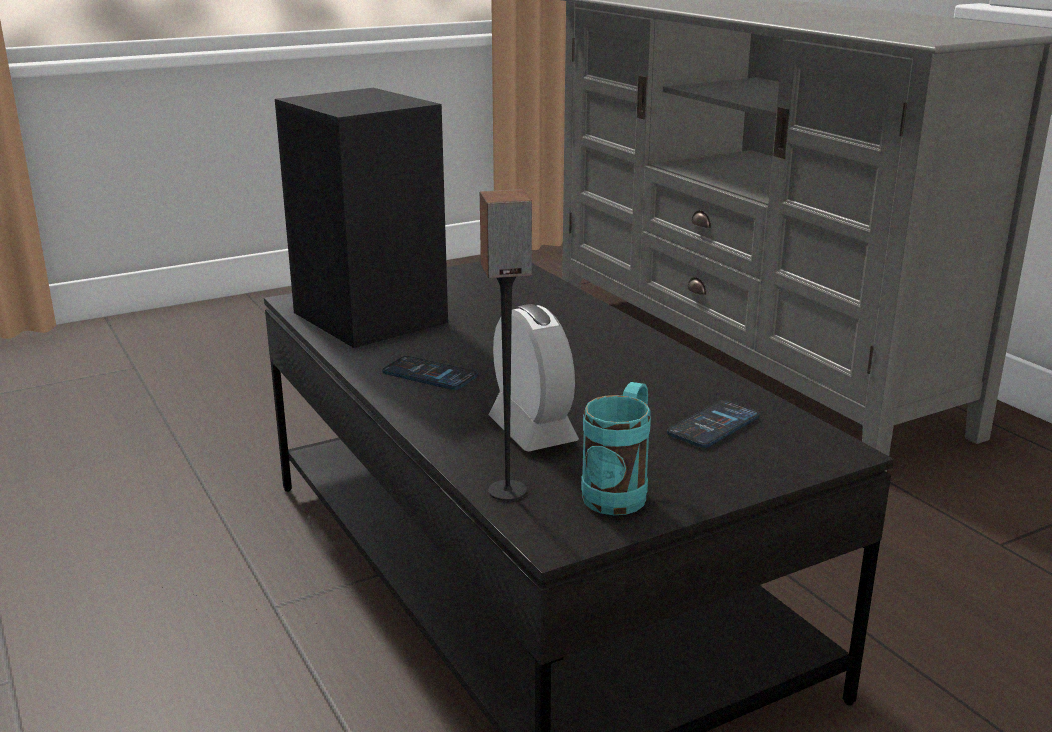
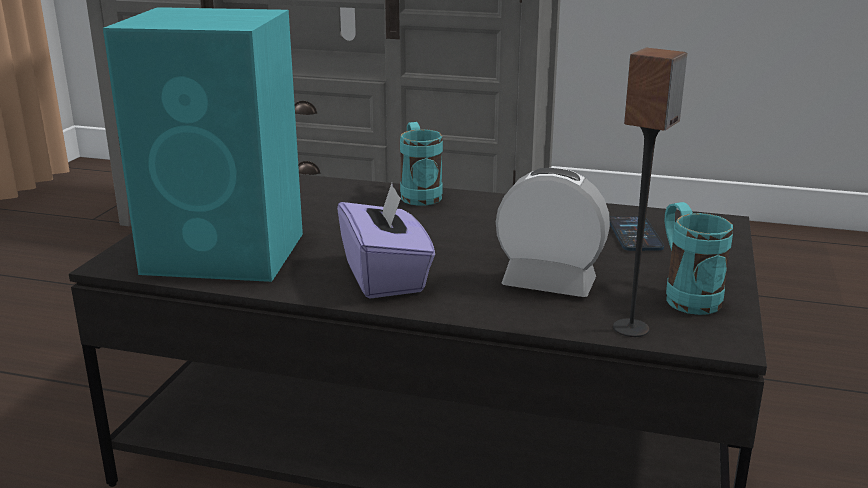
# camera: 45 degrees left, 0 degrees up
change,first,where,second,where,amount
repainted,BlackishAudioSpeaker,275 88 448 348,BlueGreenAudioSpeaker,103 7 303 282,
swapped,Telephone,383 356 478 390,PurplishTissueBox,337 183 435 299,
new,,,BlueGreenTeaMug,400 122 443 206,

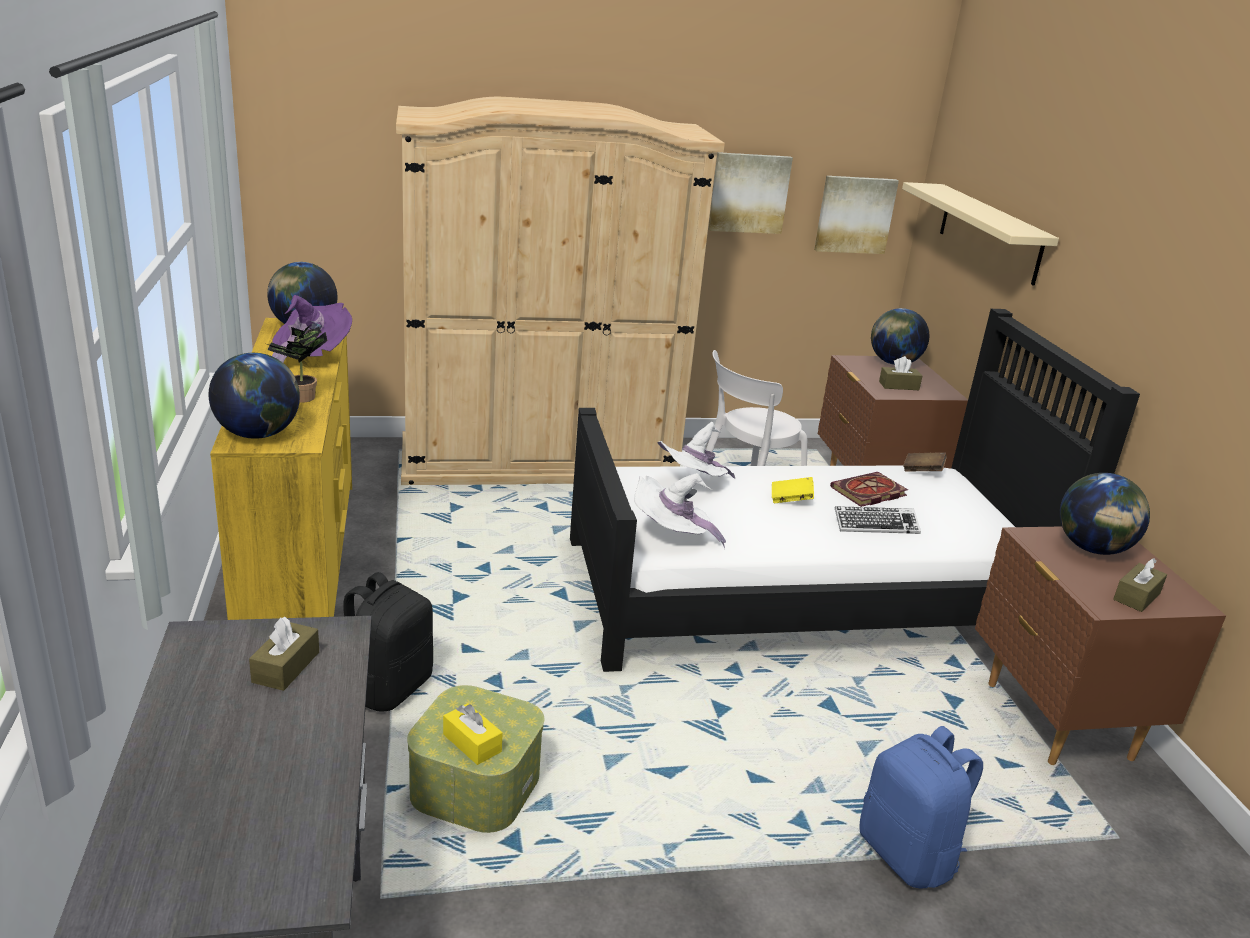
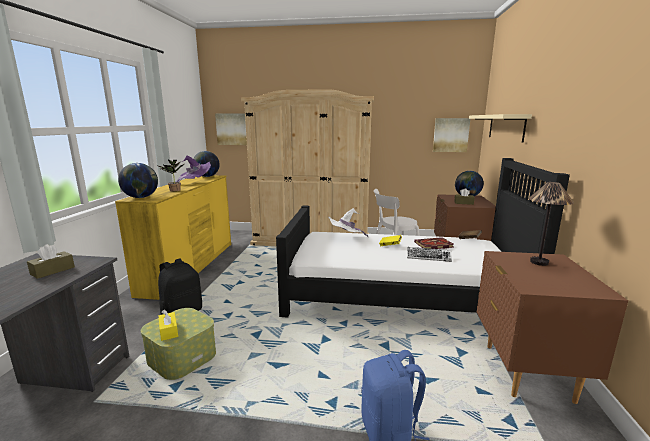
# camera: 20 degrees right, 10 degrees down
change,first,where,second,where,amount
gone,WhiteHat,634 473 726 549,,,
shifted,WallArt,708 152 793 234,,215 114 247 145,
swapped,WorldGlobe,1060 473 1150 555,TableLamp,528 182 574 266,
gone,BrownColouredTissueBox,1113 558 1167 612,,,

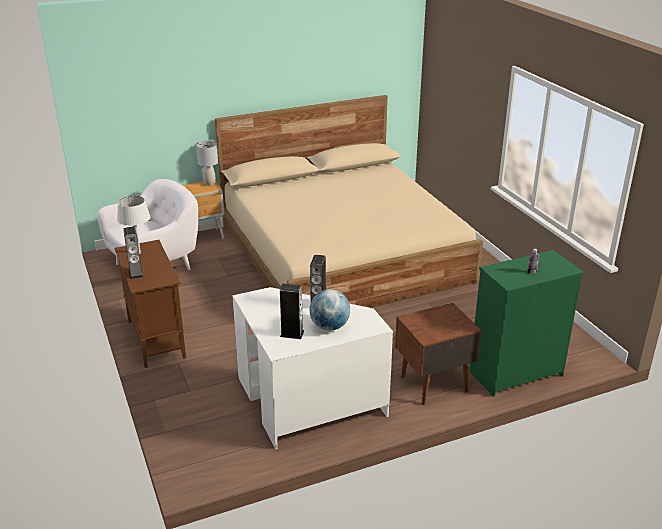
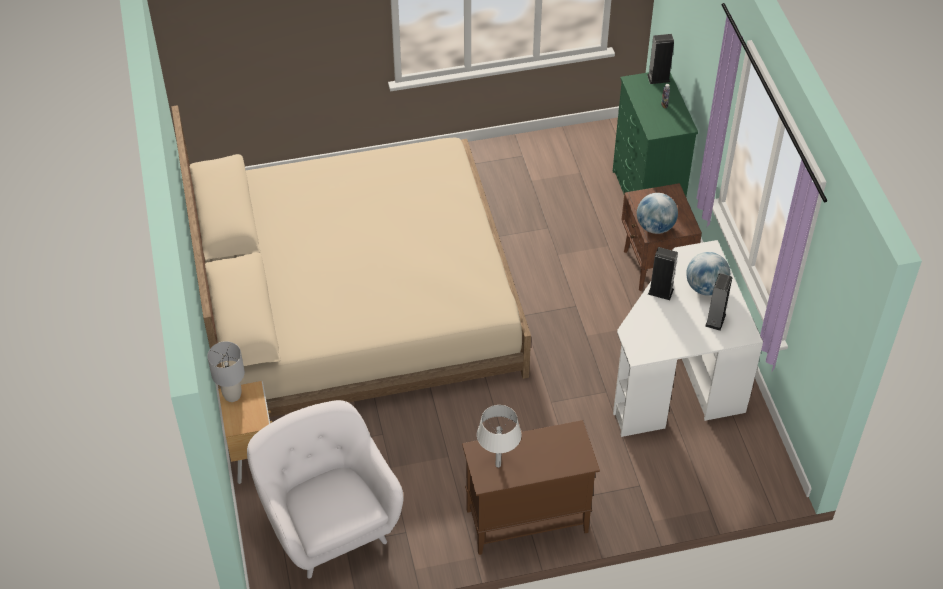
# camera: 80 degrees left, 20 degrees up
change,first,where,second,where,amount
shifted,AudioSpeaker,123 227 143 279,,647 34 674 84,
new,,,WorldGlobe,637 193 678 234,

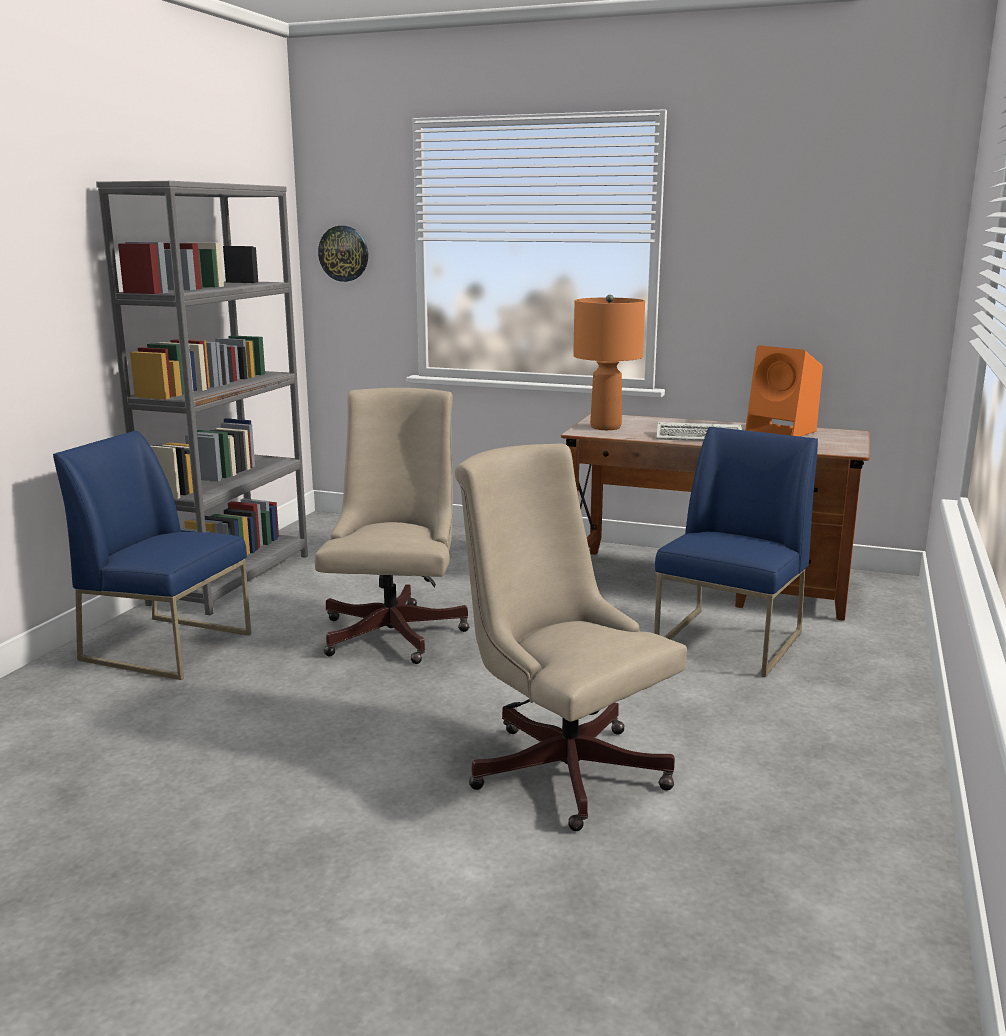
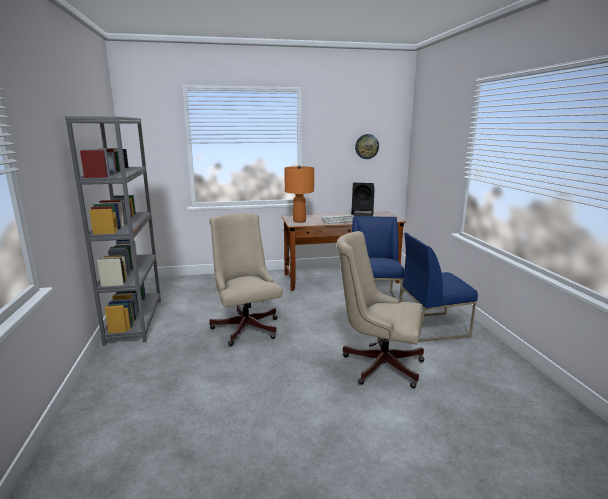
# camera: 30 degrees left, 0 degrees up
change,first,where,second,where,amount
shifted,BluishPlainChair,53 431 251 680,,400 233 478 342,
shifted,HangingClock,318 226 368 282,,355 134 379 159,
repainted,OrangeyAudioSpeaker,745 345 823 437,BlackishAudioSpeaker,351 183 375 217,

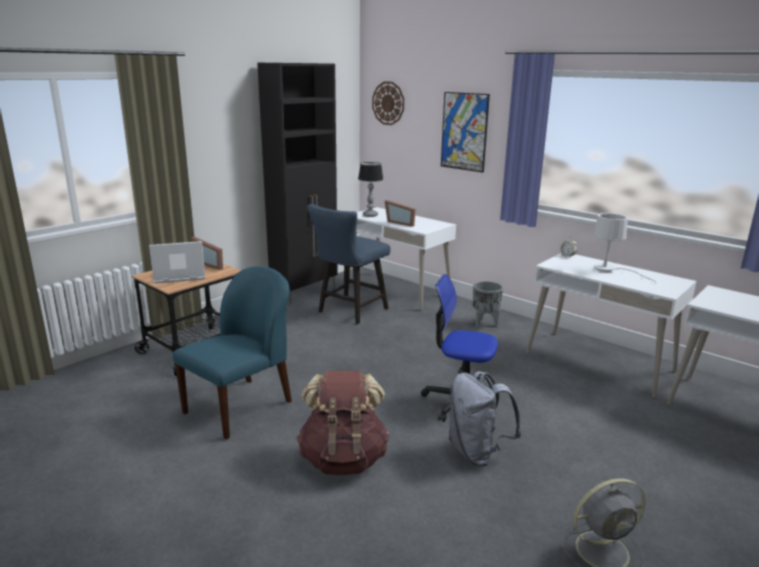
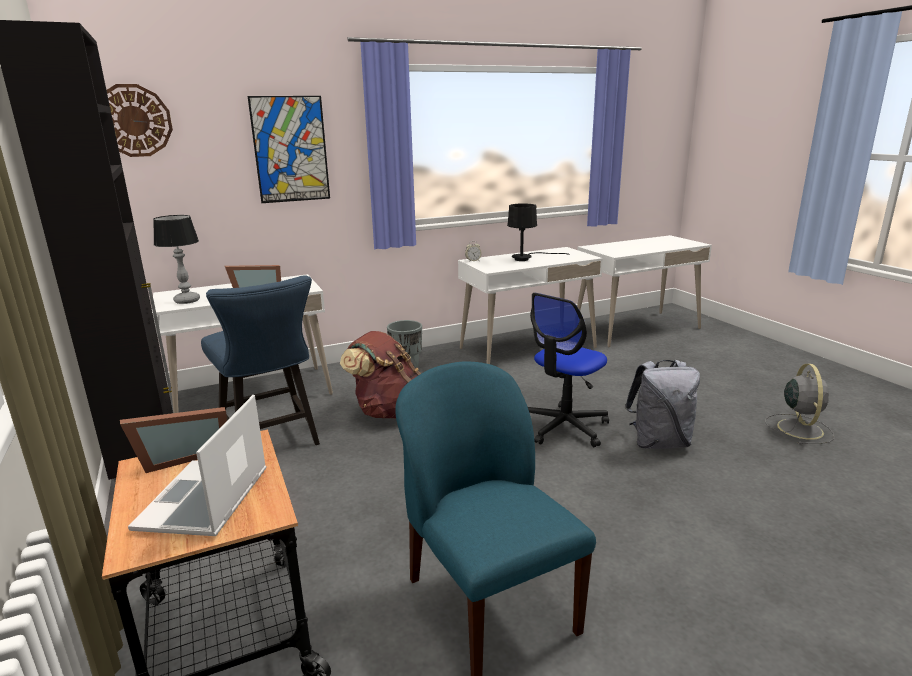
# camera: 65 degrees left, 0 degrees up
change,first,where,second,where,amount
shifted,BrownColouredKnapsack,296 371 390 475,,340 331 421 418,
repainted,WhiteTableLamp,593 213 657 284,BlackishTableLamp,507 203 570 261,

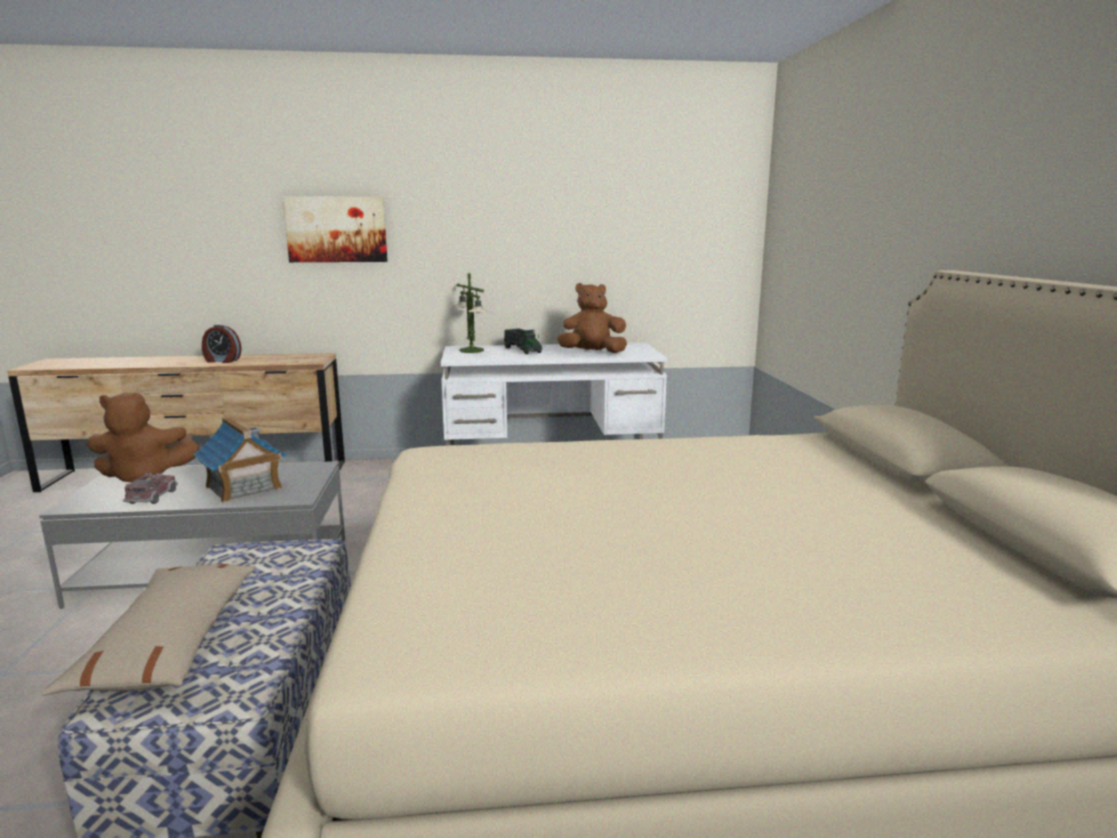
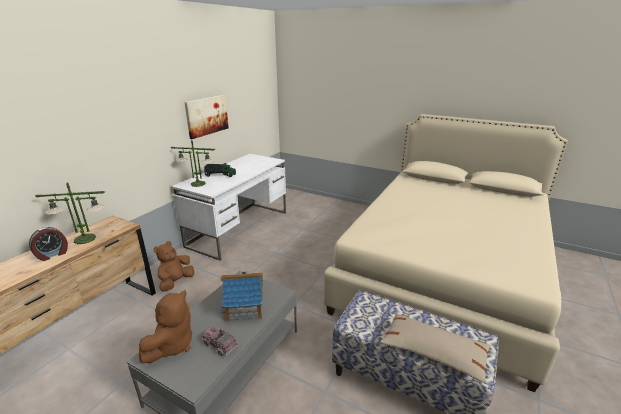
# camera: 55 degrees left, 10 degrees up
change,first,where,second,where,amount
shifted,WallArt,283 196 388 262,,184 95 229 139,
shifted,BrownColouredCuddlyToy,557 283 627 353,,153 241 194 292,
new,,,TableLamp,36 183 105 244,

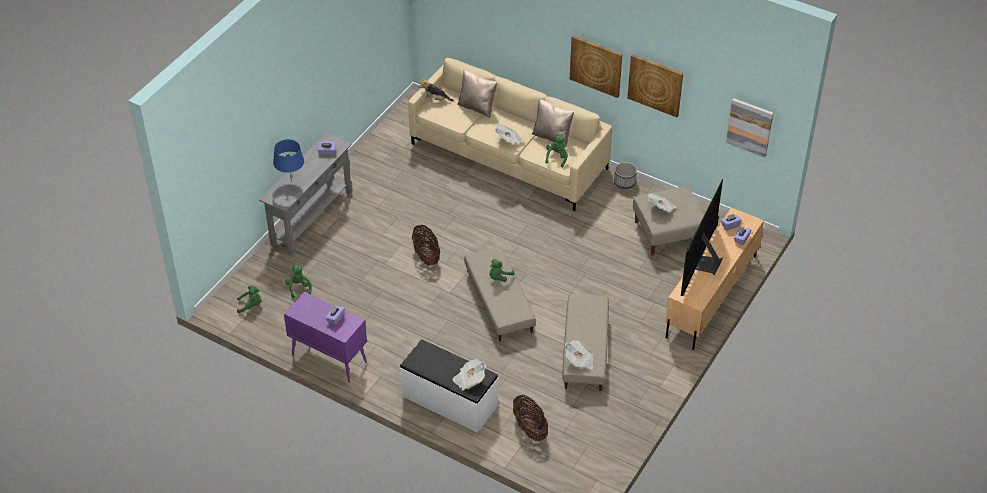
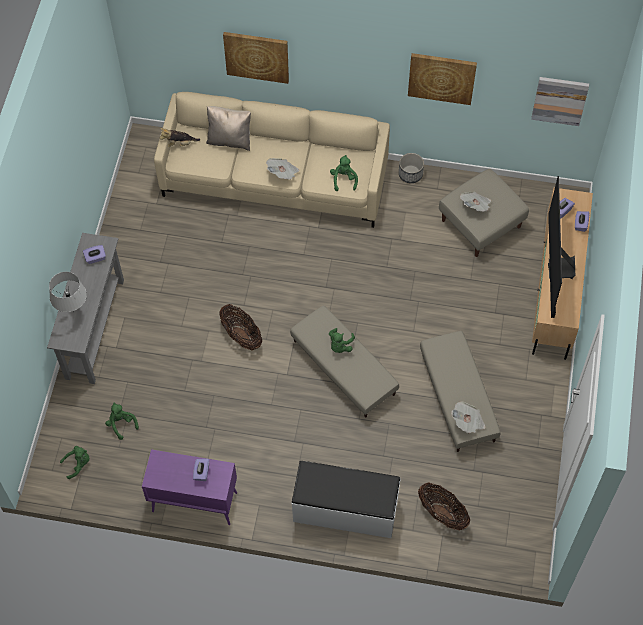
# camera: 20 degrees left, 15 degrees up
change,first,where,second,where,amount
repainted,BluishTableLamp,273 139 304 182,GreyTableLamp,49 272 87 312,
gone,PrintedPaper,453 359 486 390,,,
gone,BeigeThrowPillow,532 99 574 148,,,
shifted,WallArt,570 35 623 98,,223 32 289 84,

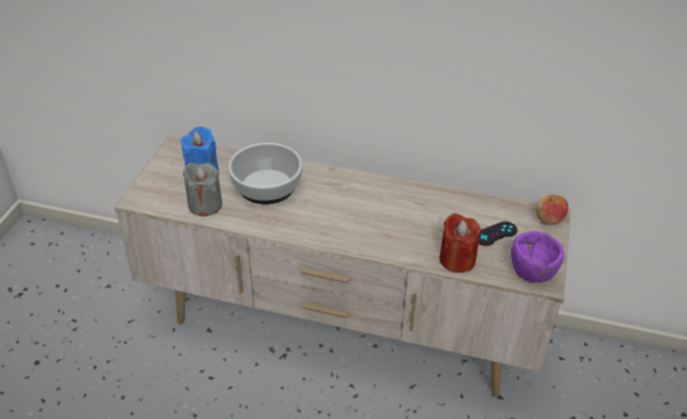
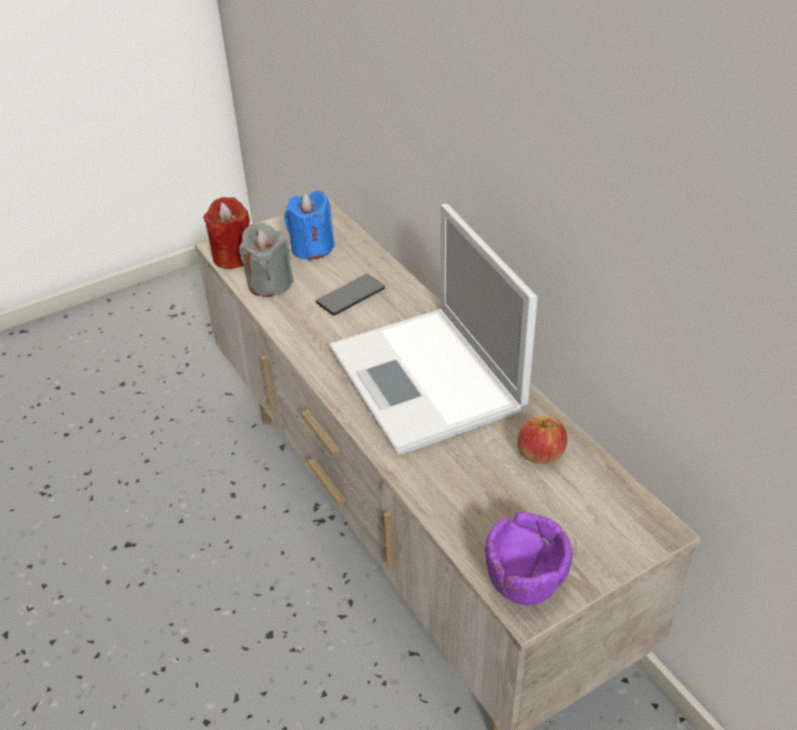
# camera: 45 degrees right, 0 degrees up
change,first,where,second,where,amount
swapped,ServingBowl,228 143 303 204,Telephone,316 274 385 315,
shifted,RedColouredWaxCandle,440 213 481 273,,203 197 250 269,
gone,BlackishJoypad,479 221 517 246,,,
shifted,Apple,536 195 569 225,,517 416 567 464,
new,,,NotebookComputer,329 204 538 455,

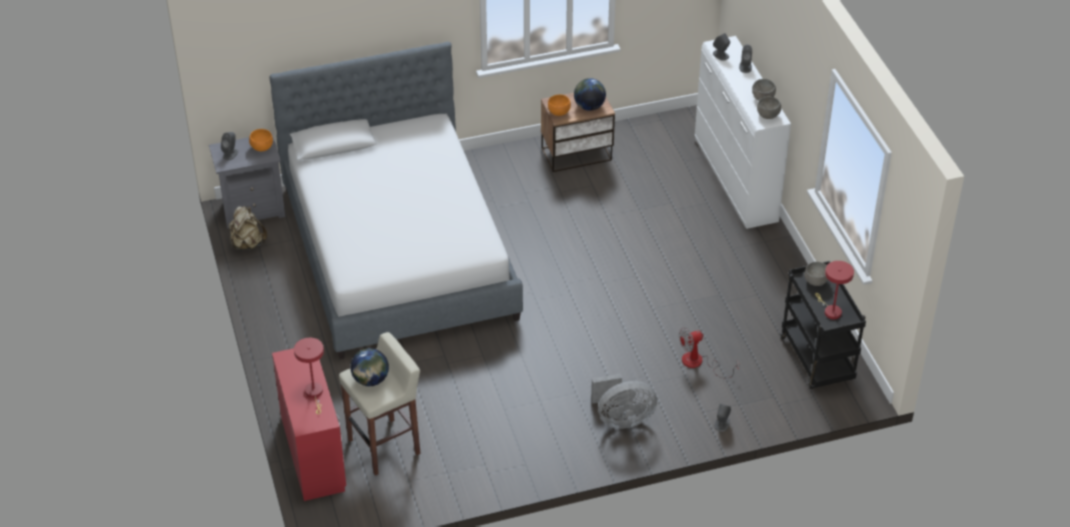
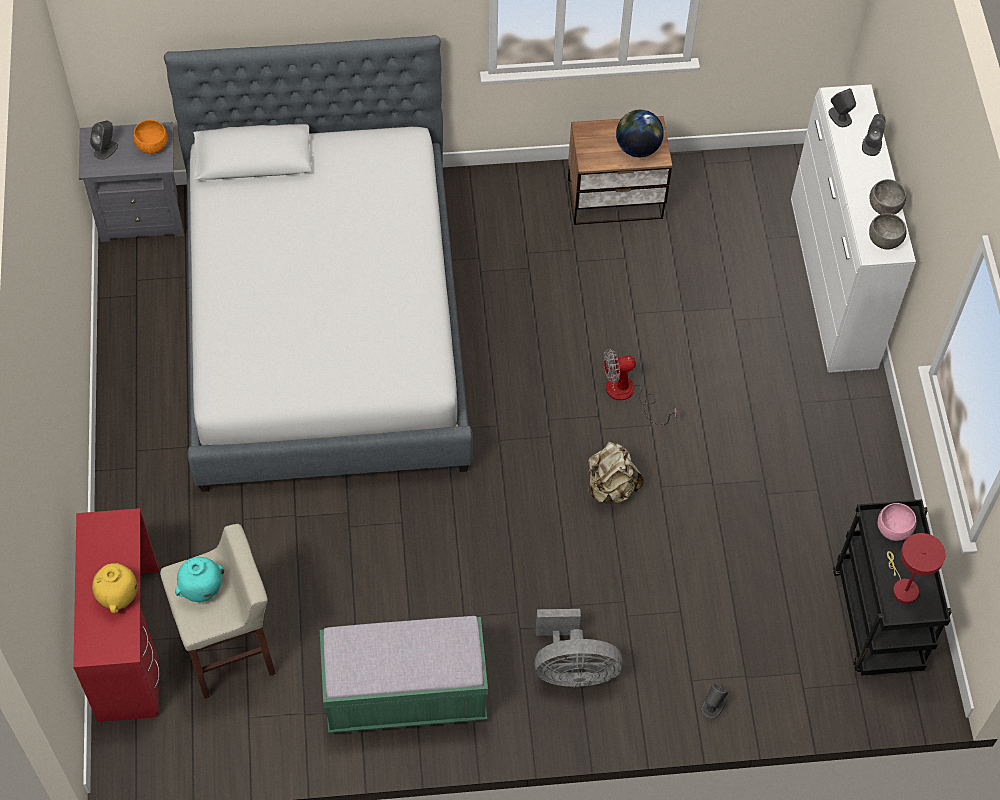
# camera: 10 degrees right, 15 degrees up
change,first,where,second,where,amount
shifted,BeigeKnapsack,229 206 267 250,,588 442 644 504,
swapped,RedColouredTableLamp,294 338 324 414,YellowColouredFlowerVase,92 563 137 613,
swapped,WorldGlobe,350 348 389 386,BlueGreenFlowerVase,175 557 224 602,
gone,OrangeyServingBowl,548 94 571 116,,,
shifted,CoolingFan,679 327 739 378,,604 349 677 425,
repainted,GreyServingBowl,805 262 828 286,PinkServingBowl,878 503 917 541,
new,,,GreenishIndoorBench,320 616 488 734,

